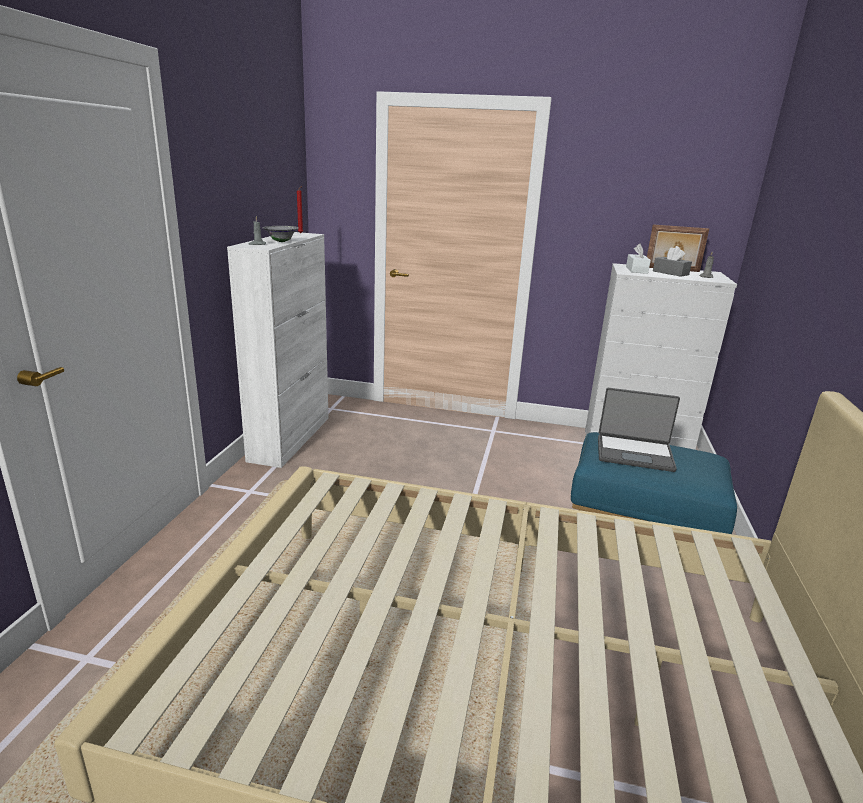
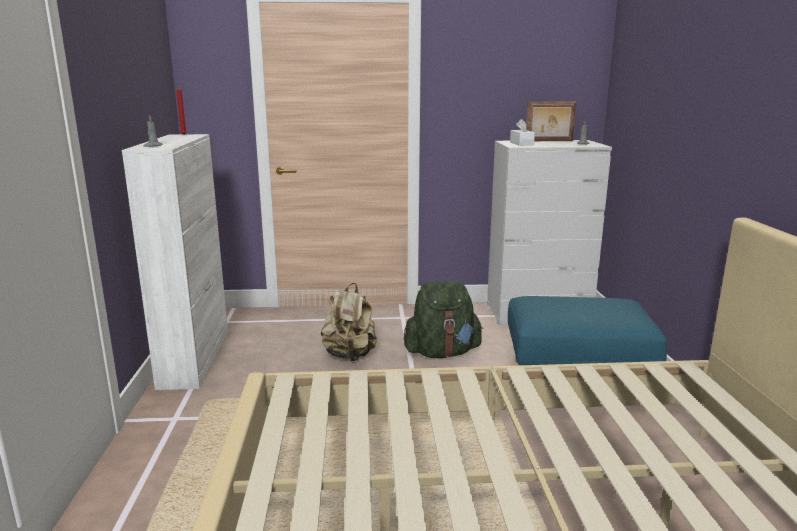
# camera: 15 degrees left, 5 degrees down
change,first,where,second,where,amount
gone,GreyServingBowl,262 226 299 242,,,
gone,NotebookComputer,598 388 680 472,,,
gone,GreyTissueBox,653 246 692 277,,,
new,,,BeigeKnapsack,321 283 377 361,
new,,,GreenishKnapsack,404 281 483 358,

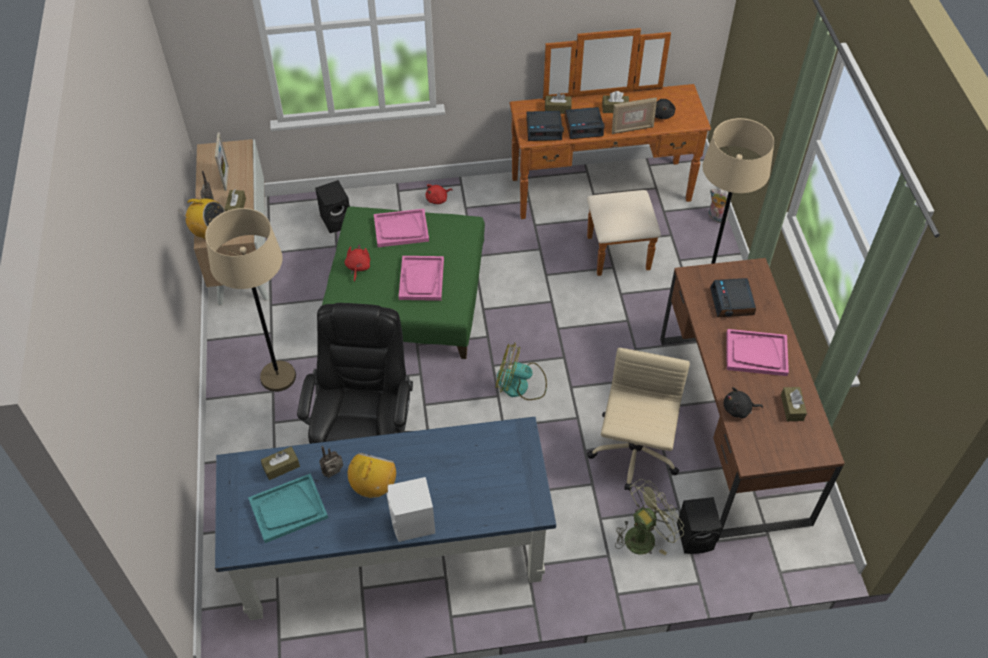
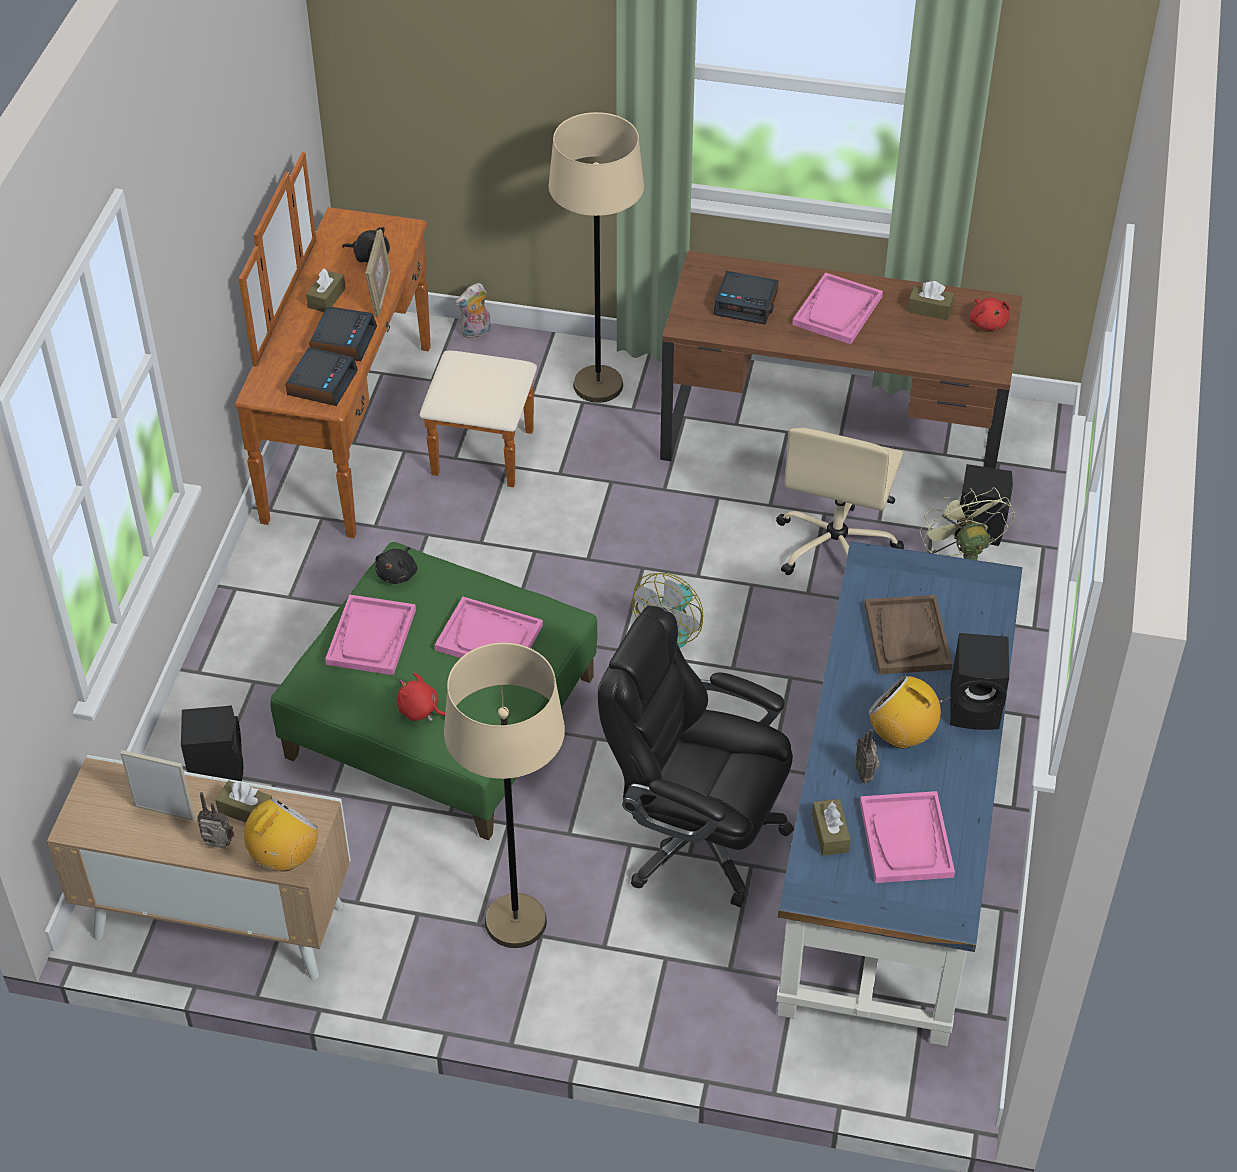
# camera: 70 degrees left, 5 degrees down
change,first,where,second,where,amount
repainted,BlueGreenTray,248 474 328 543,PinkTray,860 791 955 883,
repainted,WhiteAudioSpeaker,386 477 435 542,BlackishAudioSpeaker,950 633 1009 730,
shifted,RedColouredCuddlyToy,425 184 452 204,,970 298 1010 331,
gone,BrownColouredTissueBox,545 93 571 114,,,
rotated,BeigeDeskChair,587 348 690 491,,776 428 904 575,105 degrees counterclockwise
shifted,BlackishCuddlyToy,724 387 763 418,,376 547 417 584,
new,,,BrownColouredTray,864 595 952 674,

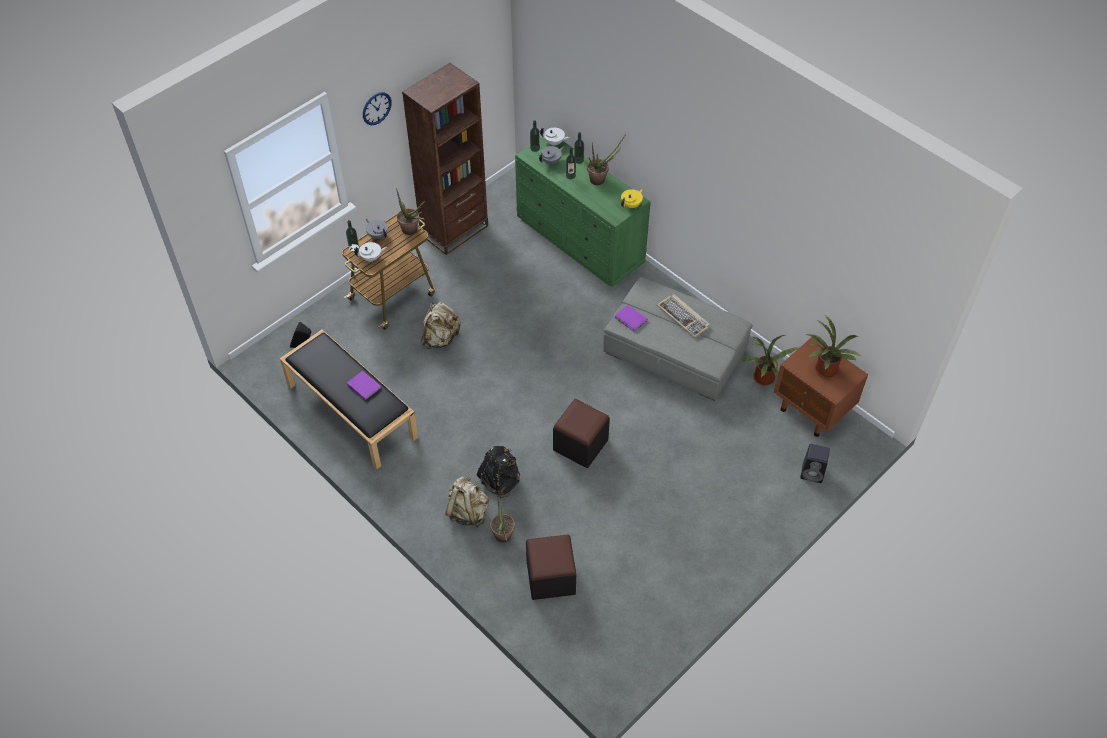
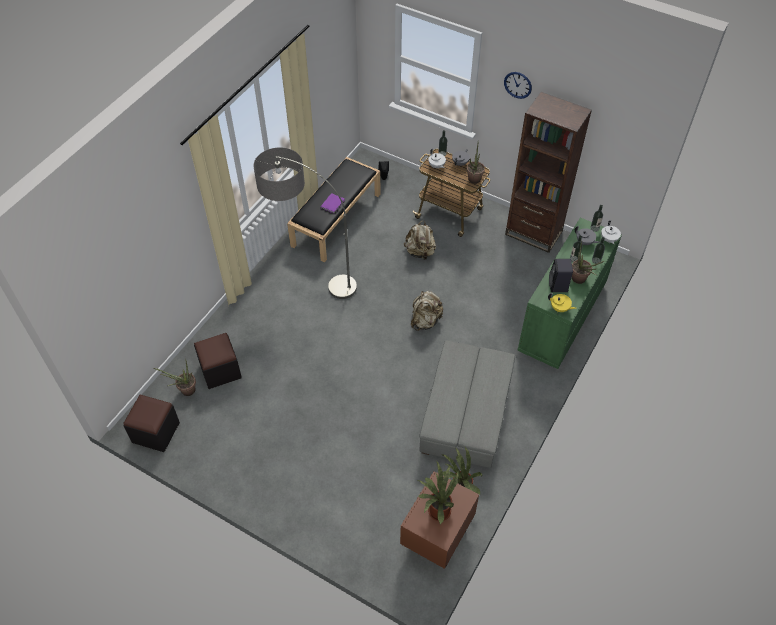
# camera: 75 degrees right, 0 degrees up
change,first,where,second,where,amount
shifted,BeigeKnapsack,445 476 489 527,,411 291 443 331,
gone,BlackishKnapsack,477 446 520 498,,,
shifted,PottedPlant,490 496 515 542,,153 359 196 396,
shifted,BlackishOttoman,553 399 610 468,,123 394 180 452,
gone,PurplishBook,614 304 648 331,,,
gone,ComputerKeyboard,657 294 710 338,,,
shifted,BlackishAudioSpeaker,800 444 830 483,,549 259 573 292,
new,,,StandardLamp,254 147 357 299,

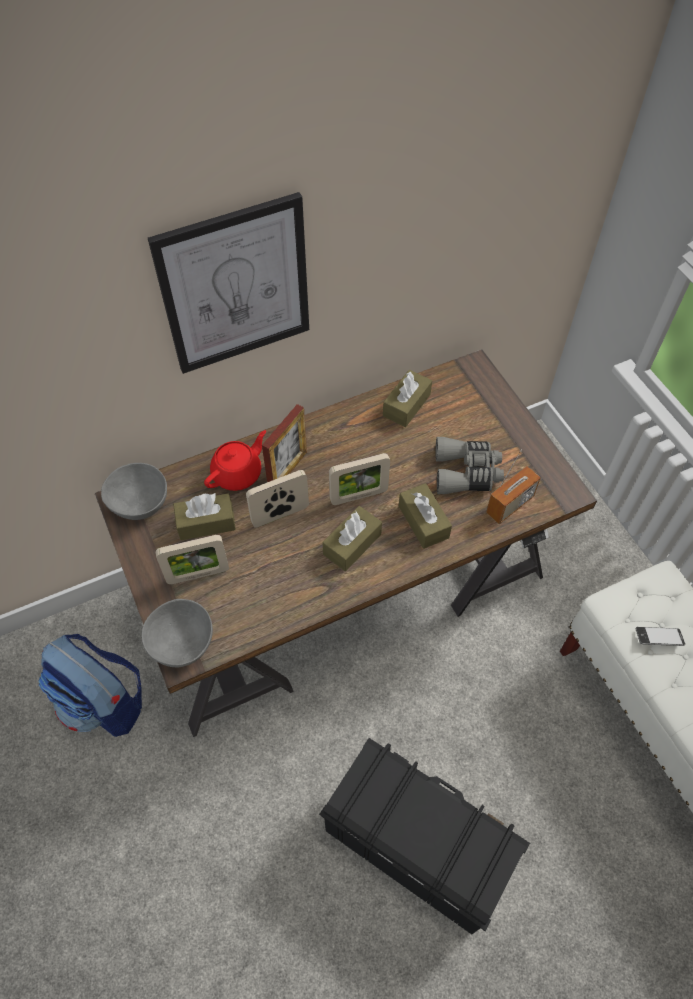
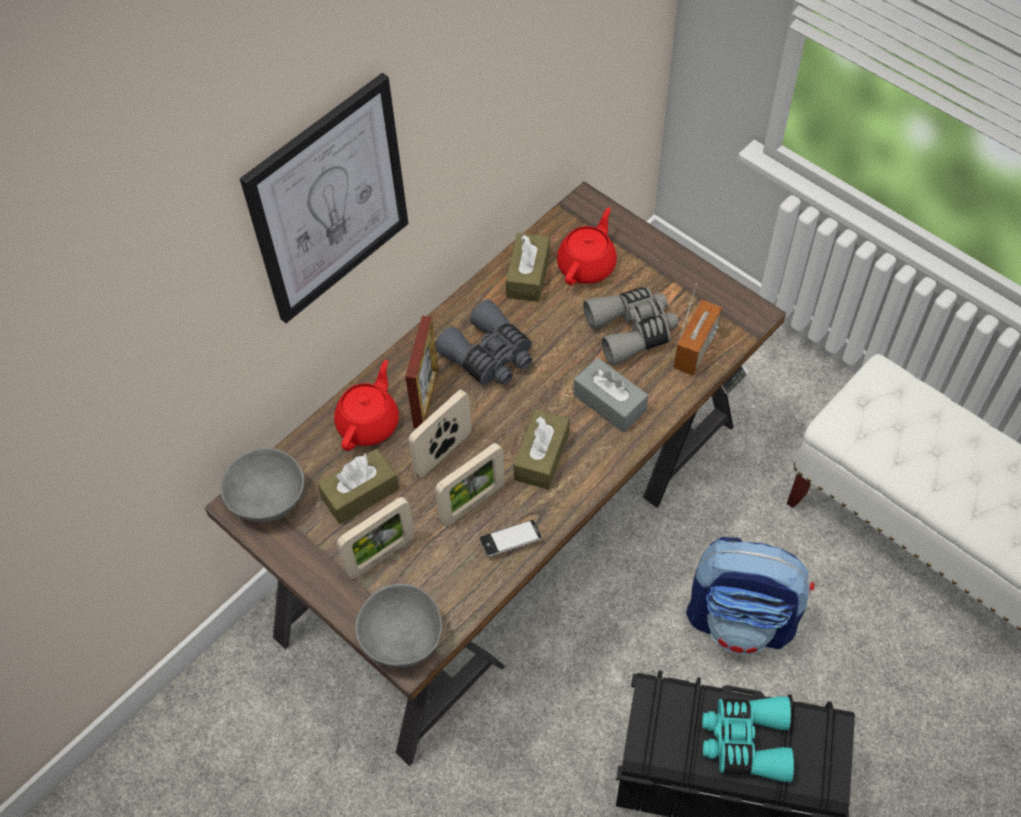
# camera: 20 degrees left, 0 degrees up
change,first,where,second,where,amount
shifted,Knapsack,38 634 142 737,,686 537 814 654,
shifted,PhotoFrame,329 453 390 505,,435 443 505 526,
repainted,BrownColouredTissueBox,399 483 452 549,GreyTissueBox,574 358 648 433,
shifted,Telephone,636 627 685 646,,479 520 542 557,
new,,,GreyPairOfBinoculars,435 299 532 385,
new,,,RedColouredTeapot,557 208 617 285,
new,,,BlueGreenPairOfBinoculars,702 696 794 782,

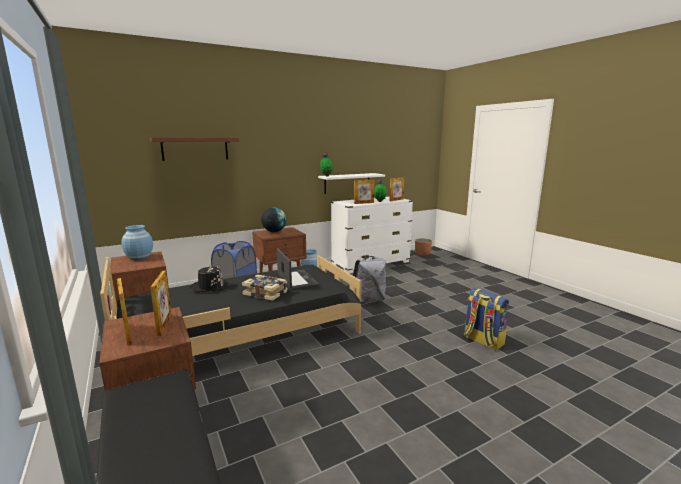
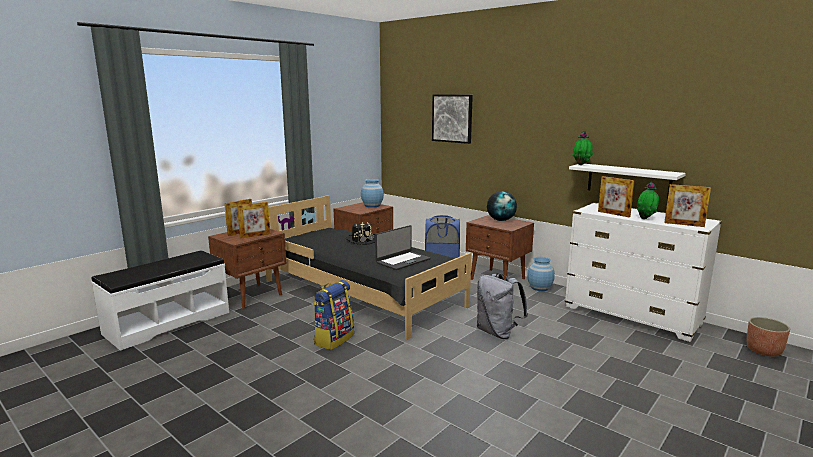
# camera: 70 degrees right, 0 degrees up
change,first,where,second,where,amount
swapped,BrownColouredBracketShelf,150 137 239 161,WallArt,432 95 473 144,
gone,Book,242 275 288 301,,,
shifted,Knapsack,464 288 509 350,,313 280 354 350,

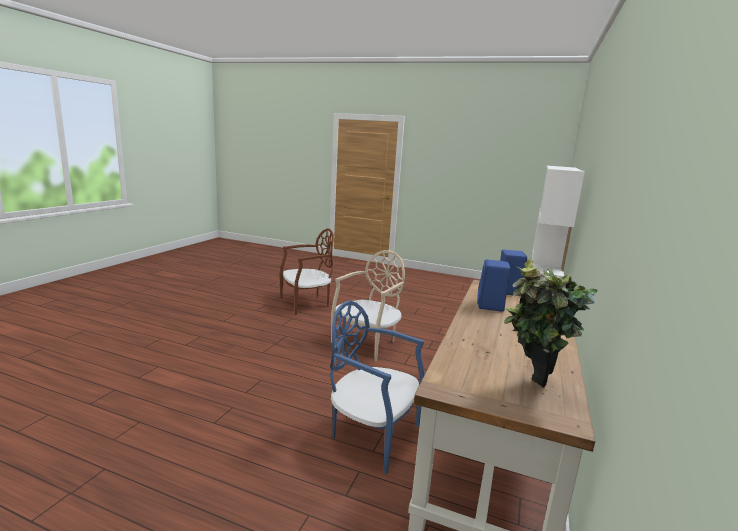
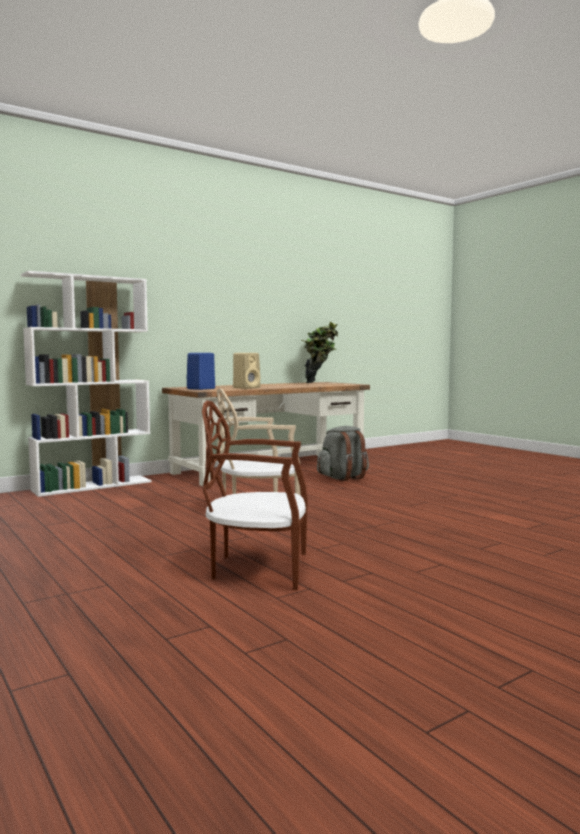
# camera: 145 degrees left, 10 degrees down
change,first,where,second,where,amount
swapped,BluishPlainChair,330 301 425 474,GreyKnapsack,317 426 369 481,
repainted,BluishAudioSpeaker,477 259 511 312,BeigeAudioSpeaker,233 353 261 389,

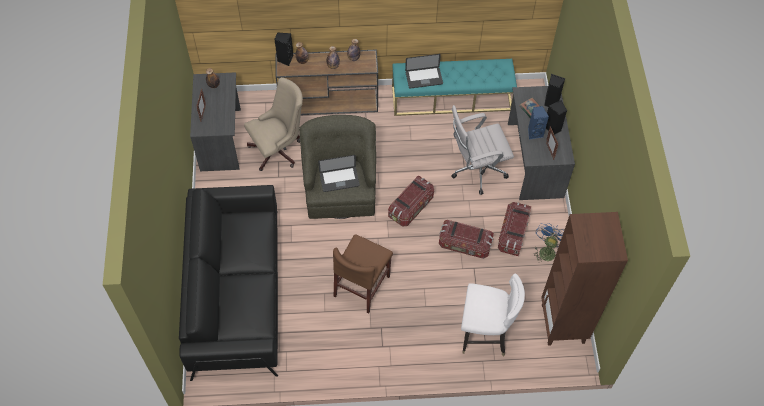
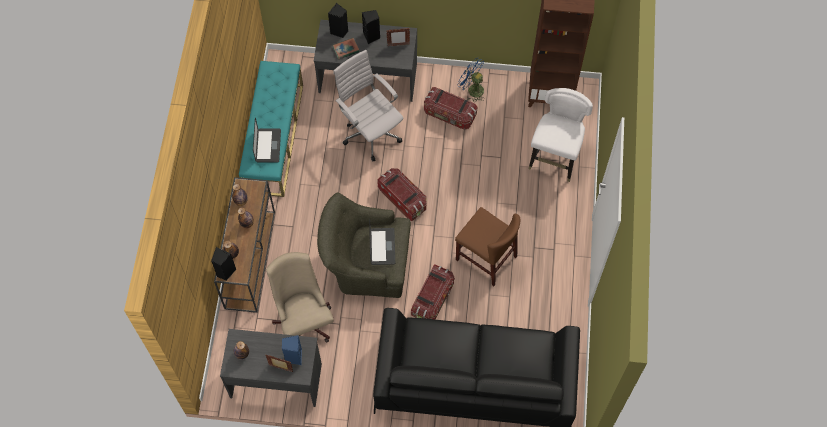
# camera: 80 degrees left, 5 degrees up
change,first,where,second,where,amount
shifted,StorageBox,439 220 494 259,,411 265 455 319,
rotated,WhiteDeskChair,451 105 514 195,,333 50 404 162,150 degrees clockwise
shifted,BluishAudioSpeaker,528 106 549 139,,282 335 302 365,

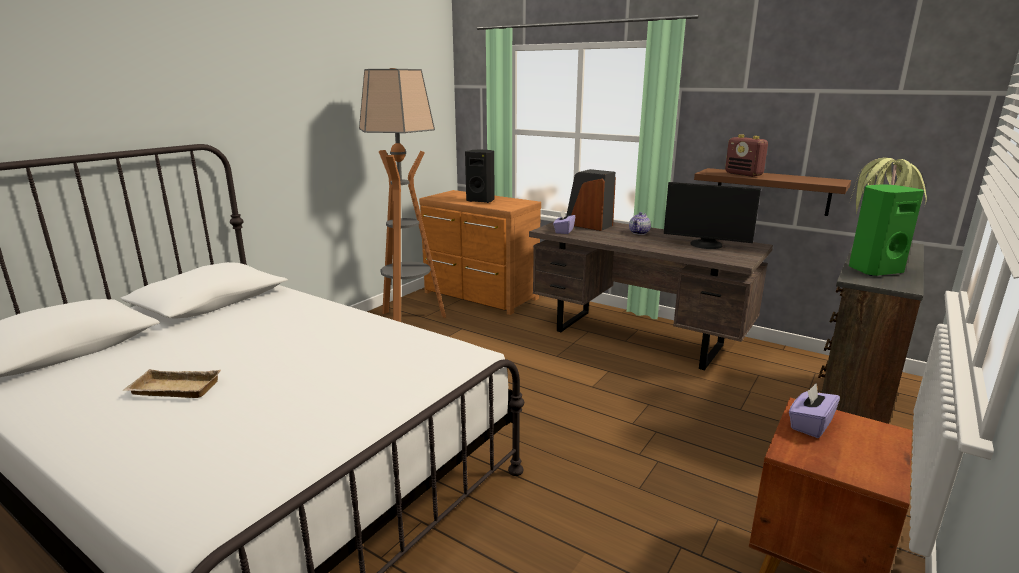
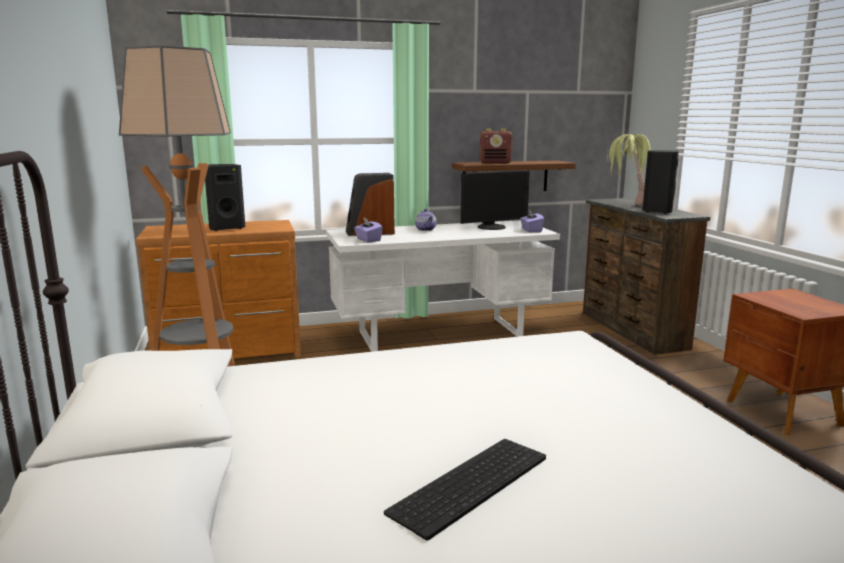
# camera: 50 degrees left, 5 degrees down
change,first,where,second,where,amount
swapped,BeigeTray,123 369 221 398,ComputerKeyboard,384 439 546 541,
repainted,BrownColouredDeskUnit,529 222 773 370,WhiteDeskUnit,326 220 560 352,
shifted,PurplishTissueBox,789 384 840 438,,520 210 545 232,
repainted,GreenishAudioSpeaker,849 184 924 276,BlackishAudioSpeaker,642 150 679 214,

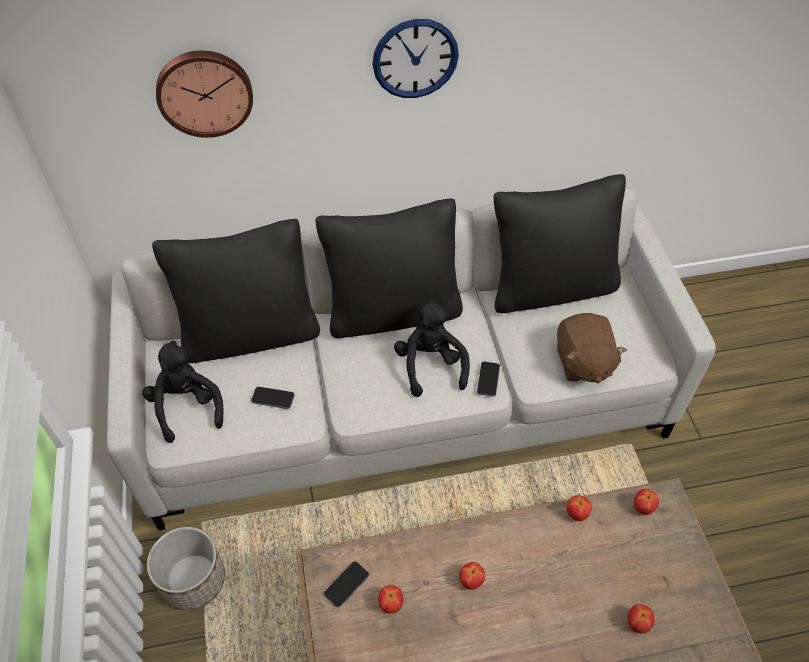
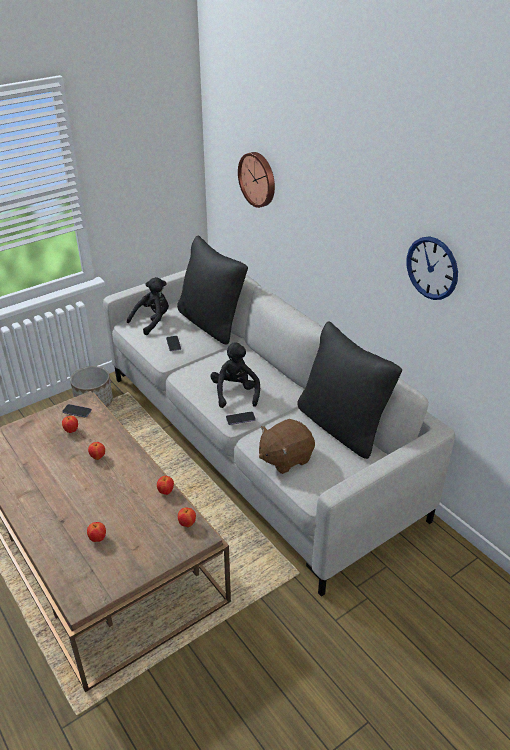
# camera: 65 degrees right, 15 degrees down
change,first,where,second,where,amount
gone,BlackishThrowPillow,316 199 463 338,,,
shifted,HangingClock,372 19 459 98,,407 236 458 300,
rotated,BlackishCuddlyToy,394 299 470 397,,210 342 260 408,60 degrees counterclockwise

